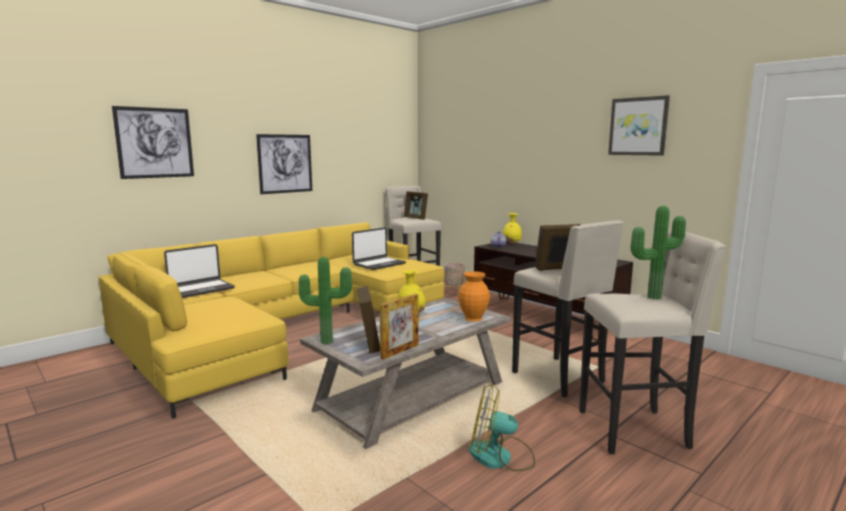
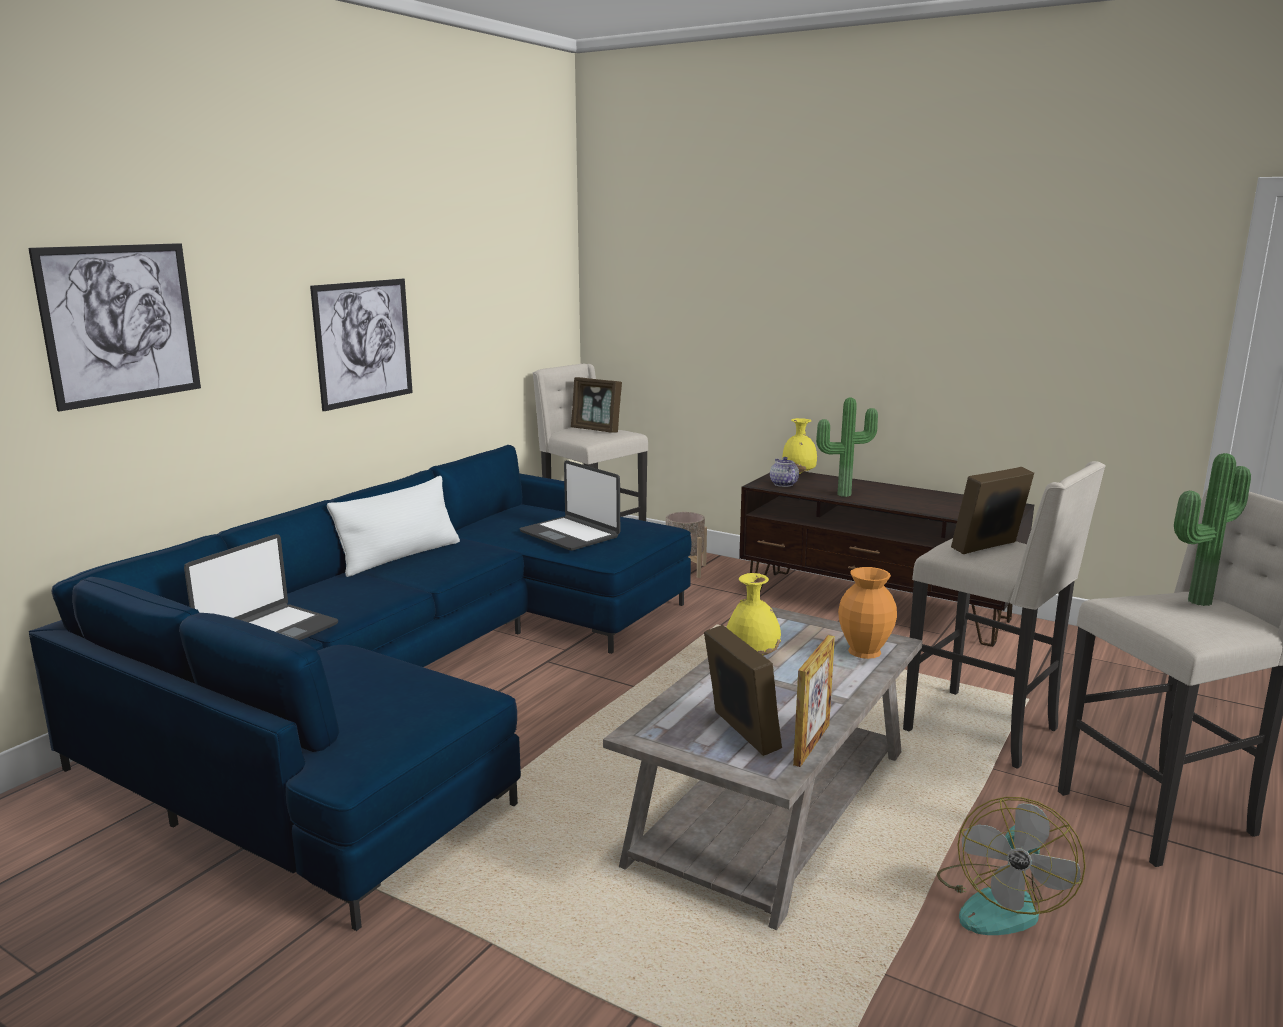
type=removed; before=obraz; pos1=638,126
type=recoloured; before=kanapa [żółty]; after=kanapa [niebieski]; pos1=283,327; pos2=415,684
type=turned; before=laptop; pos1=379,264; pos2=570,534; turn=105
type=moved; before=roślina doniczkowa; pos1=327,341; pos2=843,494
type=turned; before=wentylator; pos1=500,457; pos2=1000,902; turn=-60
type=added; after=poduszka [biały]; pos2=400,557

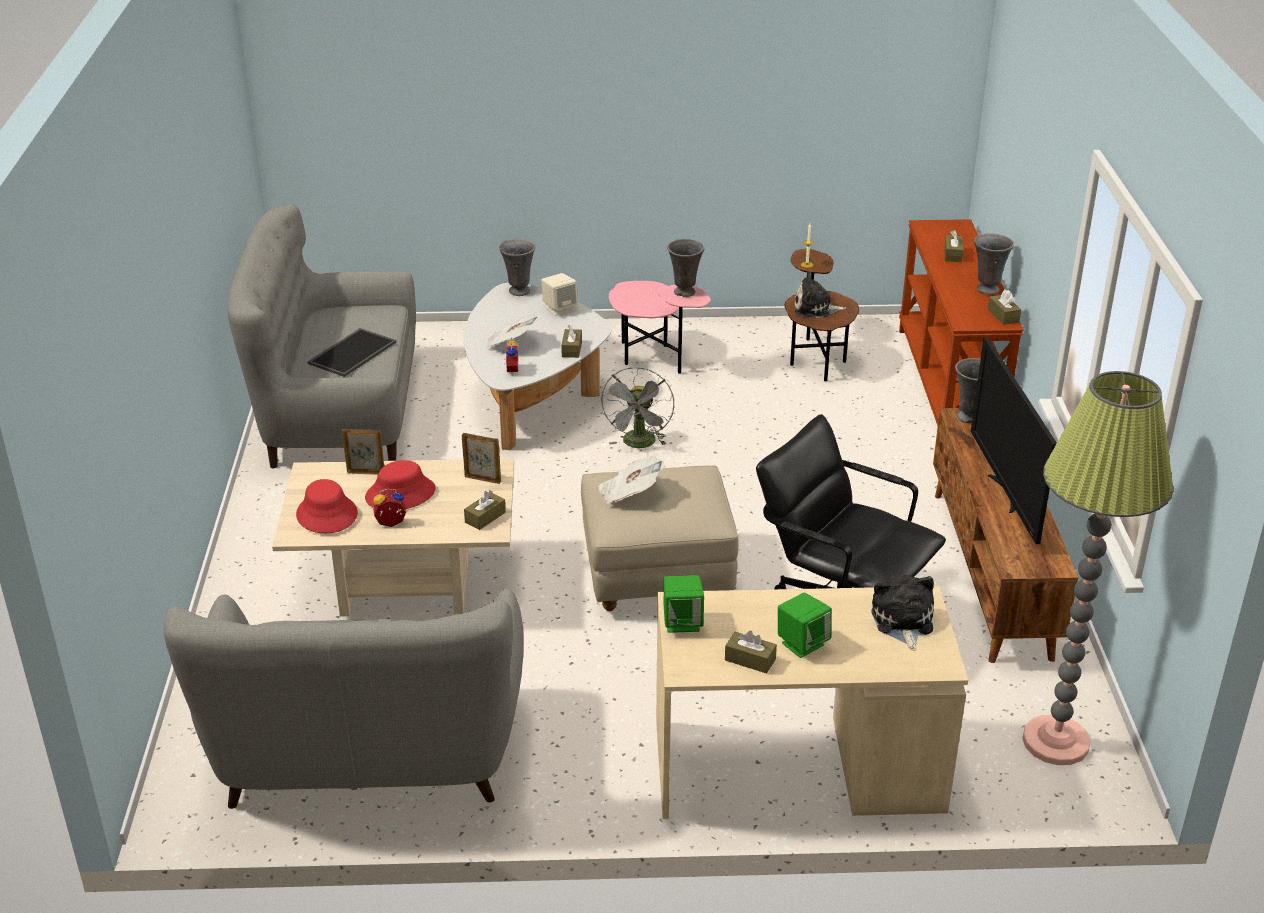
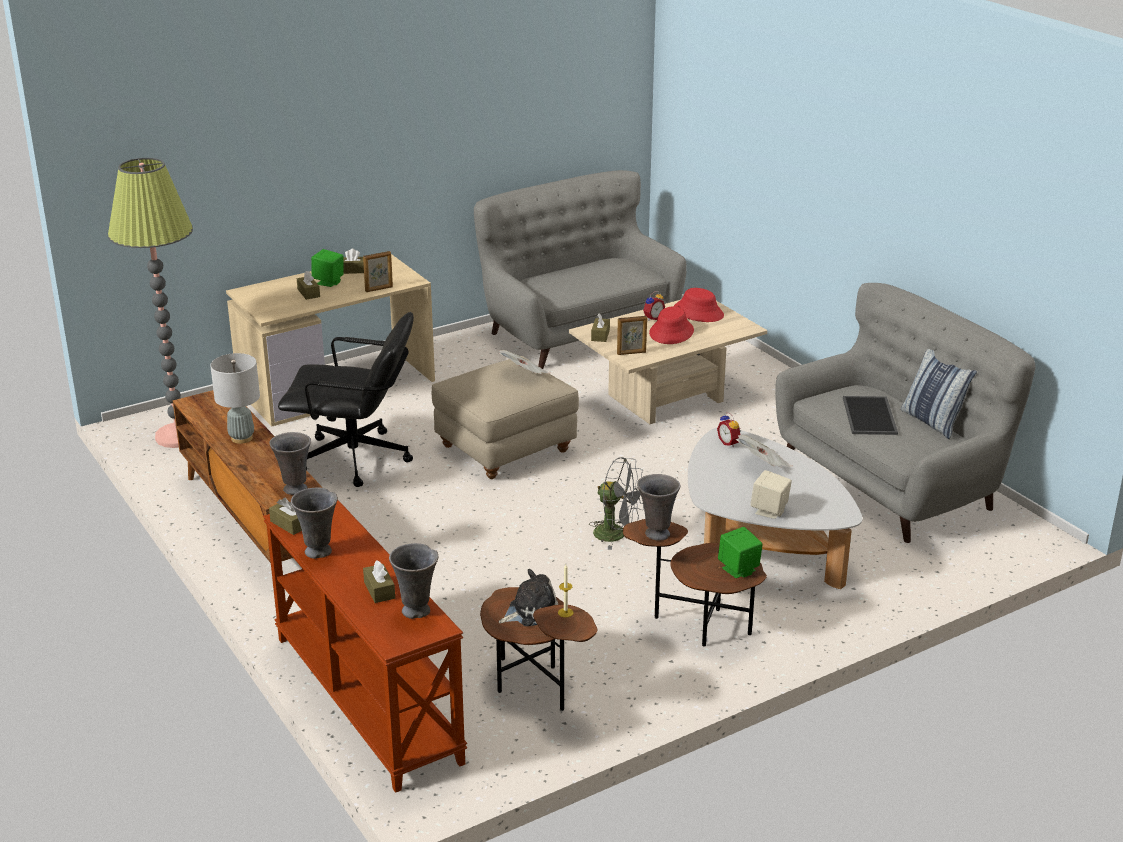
type=moved; before=wazon [szary]; pos1=519,291; pos2=417,611
type=recoloured; before=stolik [różowy]; after=stolik [brązowy]; pos1=654,359; pos2=696,625
type=moved; before=pudełko chusteczek [brązowy]; pos1=572,349; pos2=308,293
type=replaced; before=telewizor; after=lampa stołowa [szary]; pos1=1006,493; pos2=241,438
type=turned; before=wentylator [szary]; pos1=639,444; pos2=617,534; turn=135
type=moved; before=ramka na zdjęcie; pos1=366,472; pos2=379,289
type=moved; before=głośnik [zielony]; pos1=683,622; pos2=739,569
type=removed; before=pluszak; pos1=902,622
type=added; after=poduszka; pos2=932,422

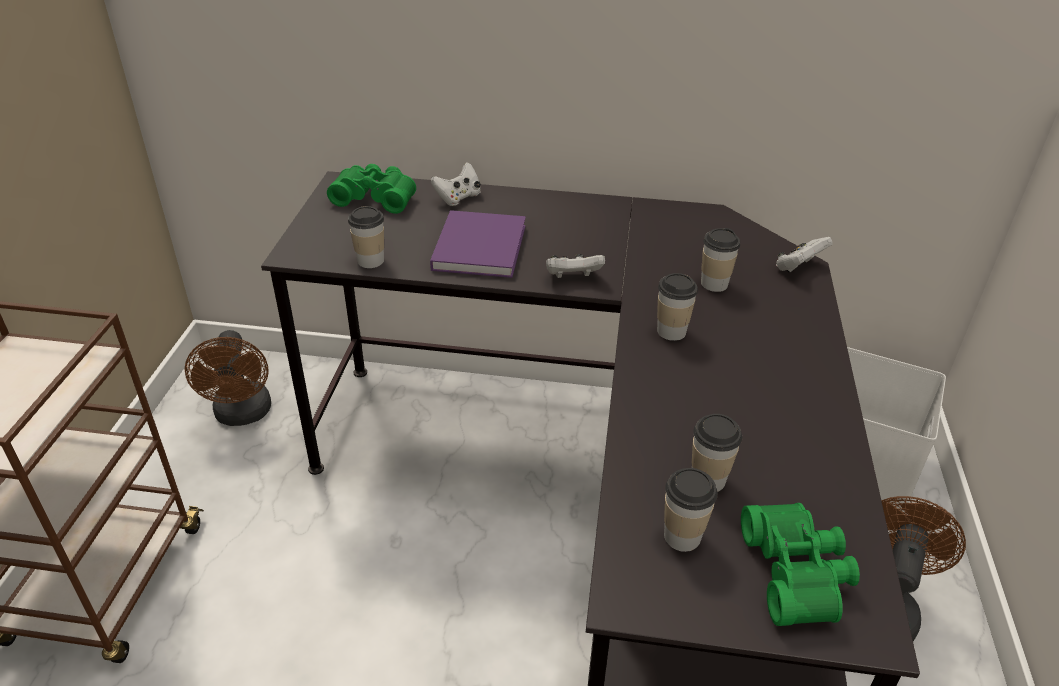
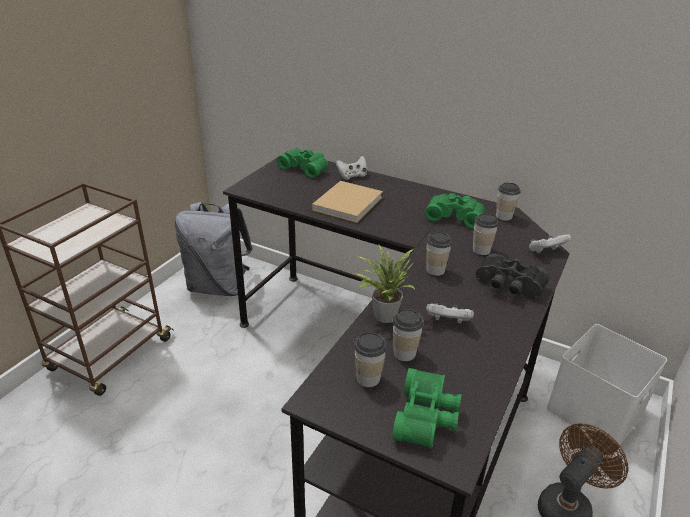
type=moved; before=filiżanka; pos1=370,261; pos2=504,216
type=recoloured; before=książka [fioletowy]; after=książka [beżowy]; pos1=480,245; pos2=349,203
type=moved; before=pad do gier [biały]; pos1=573,278; pos2=447,322
type=replaced; before=wentylator [brązowy]; after=plecak [szary]; pos1=243,415; pos2=219,286
type=added; after=lornetka [zielony]; pos2=455,216
type=added; after=roślina doniczkowa; pos2=382,314
type=added; after=lornetka [czarny]; pos2=508,287

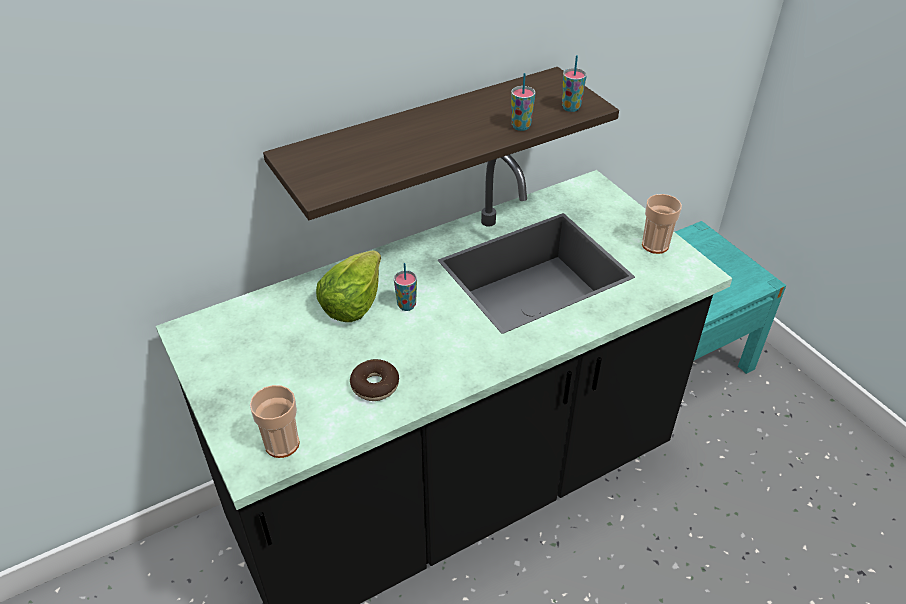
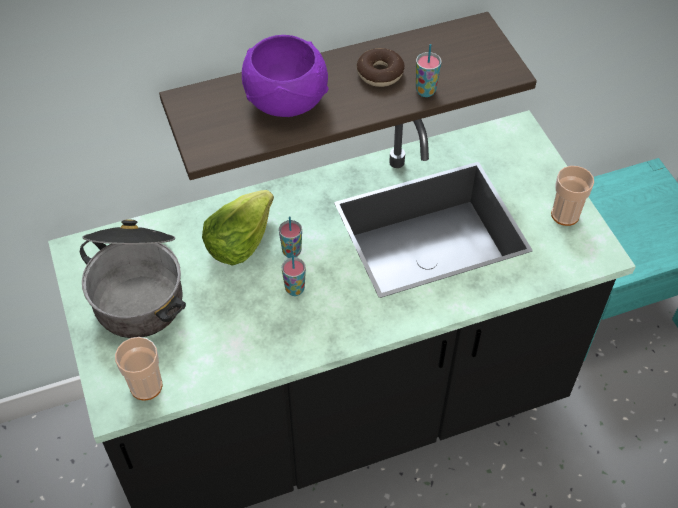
type=moved; before=filiżanka; pos1=571,108; pos2=295,289
type=moved; before=donut; pos1=375,385; pos2=380,73
type=added; after=miska [fioletowy]; pos2=284,101
type=added; after=garnek; pos2=138,287

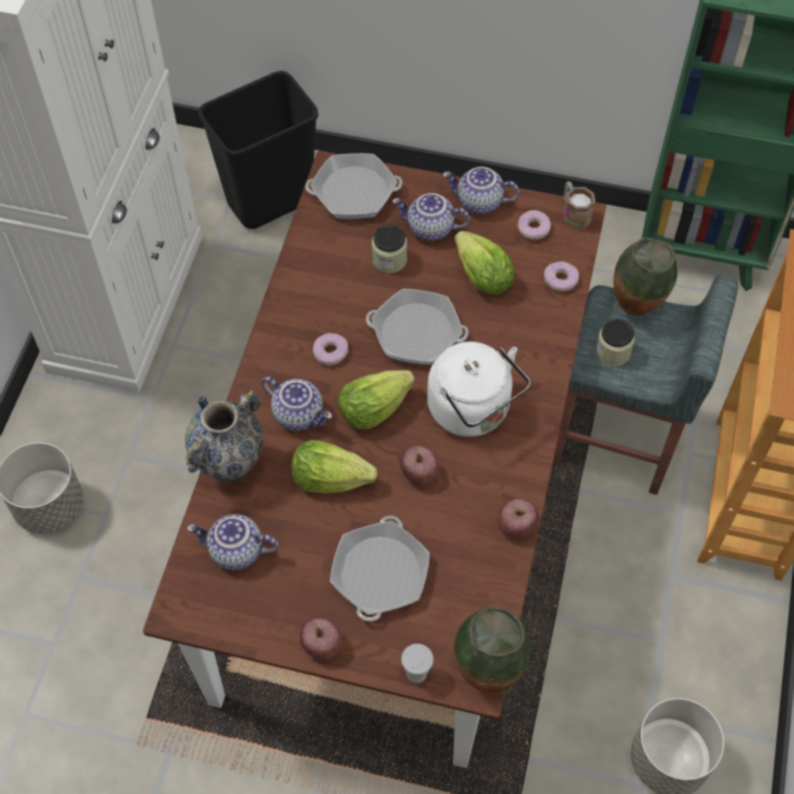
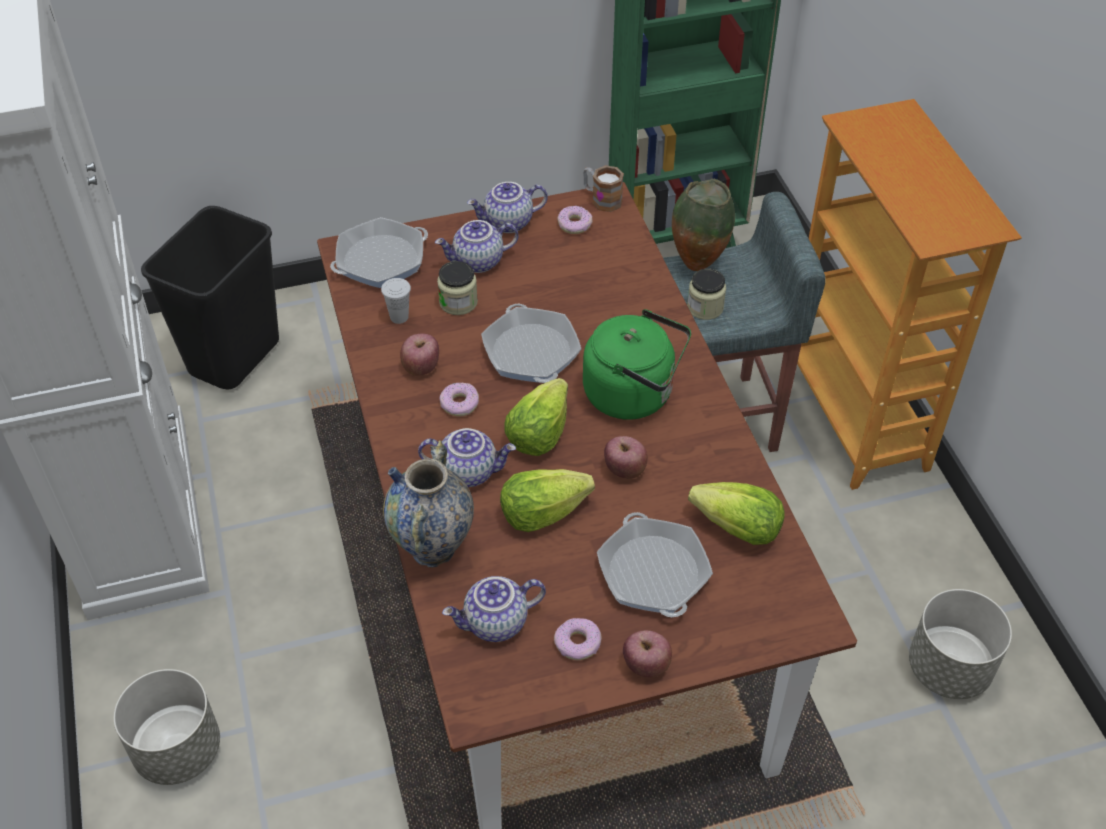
type=moved; before=sałata; pos1=482,277; pos2=738,529
type=moved; before=donut; pos1=560,280; pos2=578,643
type=turned; before=patelnia; pos1=416,332; pos2=531,352; turn=90
type=recoloured; before=czajnik [biały]; after=czajnik [zielony]; pos1=473,411; pos2=634,394
type=moved; before=jabłko; pos1=516,526; pos2=421,367
type=removed; before=wazon; pos1=486,673
type=moved; before=filiżanka [biały]; pos1=416,673; pos2=399,317

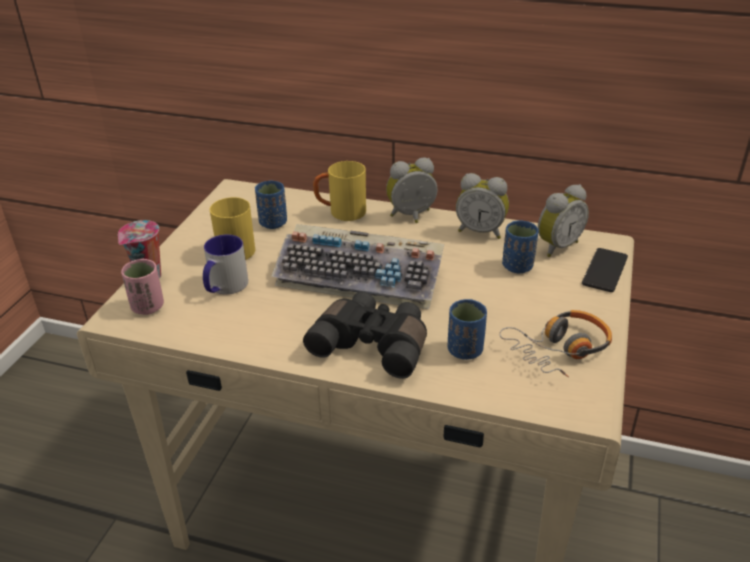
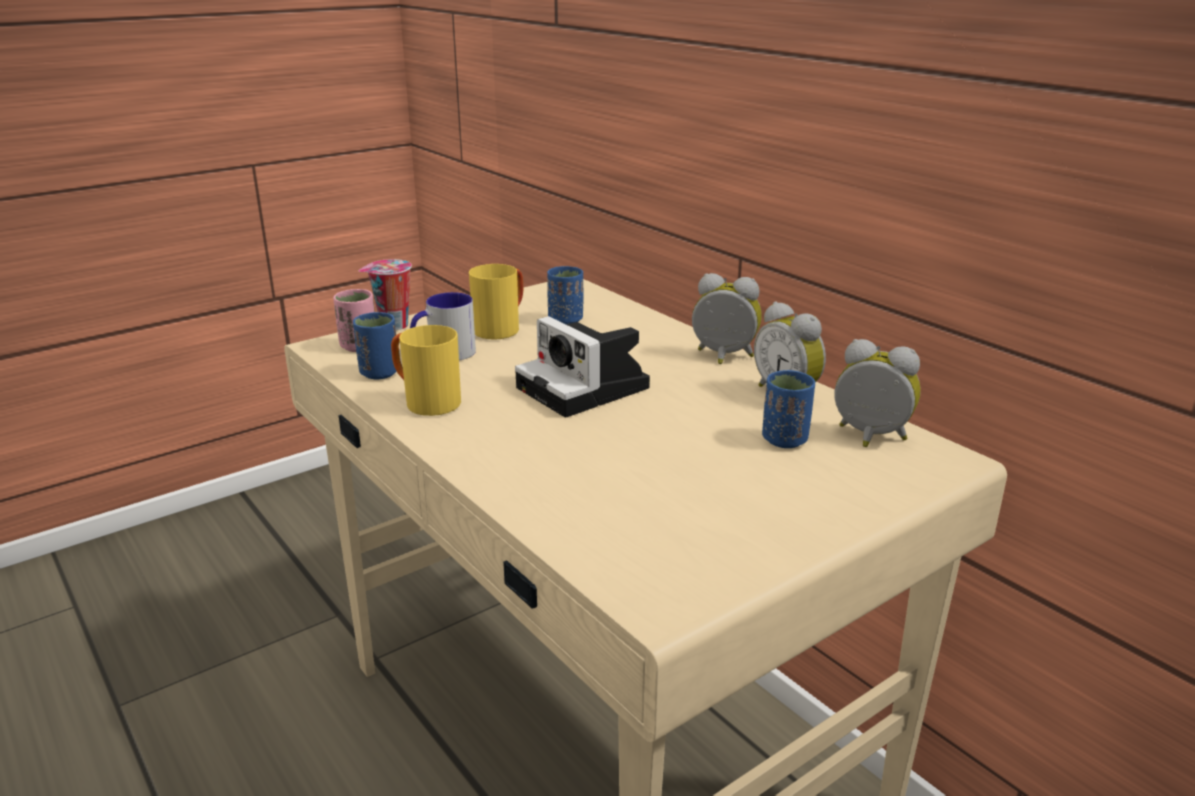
type=moved; before=kubek [żółty]; pos1=341,213; pos2=425,402
type=turned; before=budzik; pos1=556,246; pos2=869,438; turn=-150
type=replaced; before=klawiatura; after=aparat fotograficzny; pos1=362,277; pos2=587,389
type=removed; before=telefon; pos1=604,271
type=removed; before=lornetka [czarny]; pos1=373,344
type=moved; before=filiżanka [niebieski]; pos1=465,350; pos2=379,373
type=removed; before=słuchawki; pos1=559,350

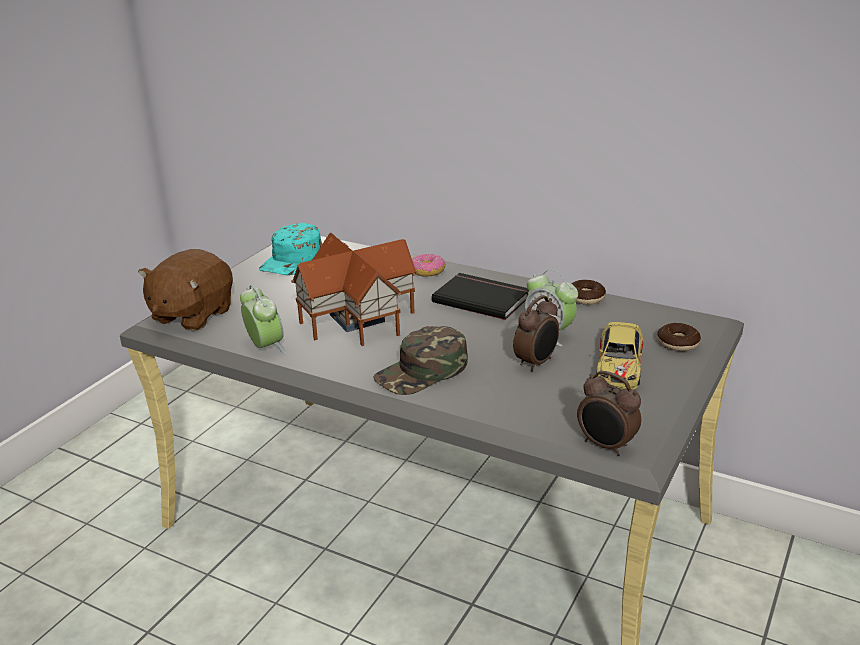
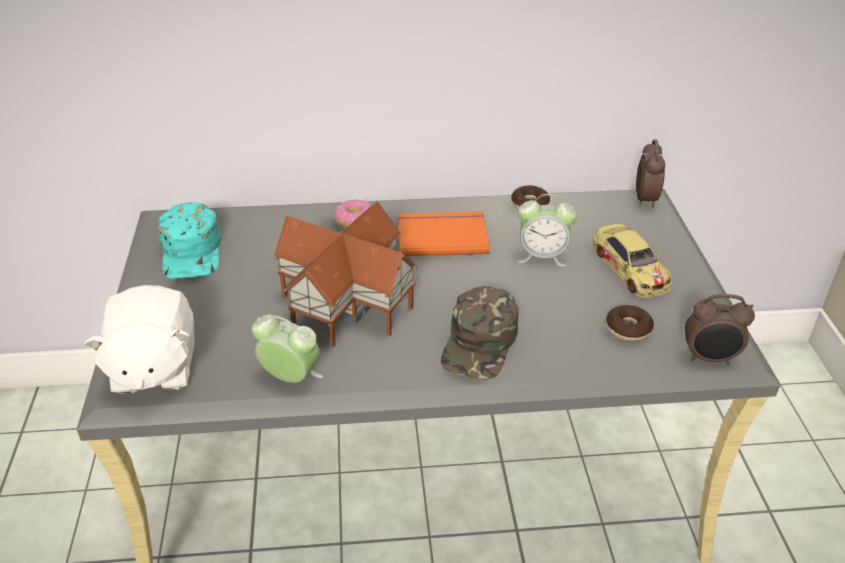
type=recoloured; before=pluszak [brązowy]; after=pluszak [biały]; pos1=191,315; pos2=153,368
type=recoloured; before=książka [czarny]; after=książka [pomarańczowy]; pos1=482,298; pos2=441,235
type=moved; before=budzik; pos1=536,363; pos2=646,199
type=moved; before=donut; pos1=677,343; pos2=628,329

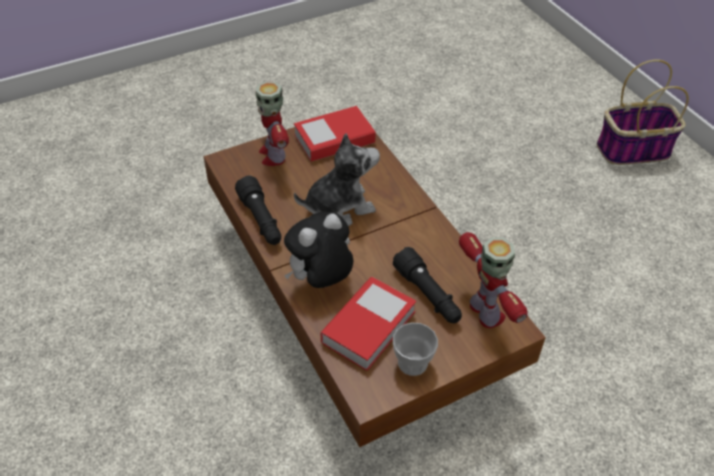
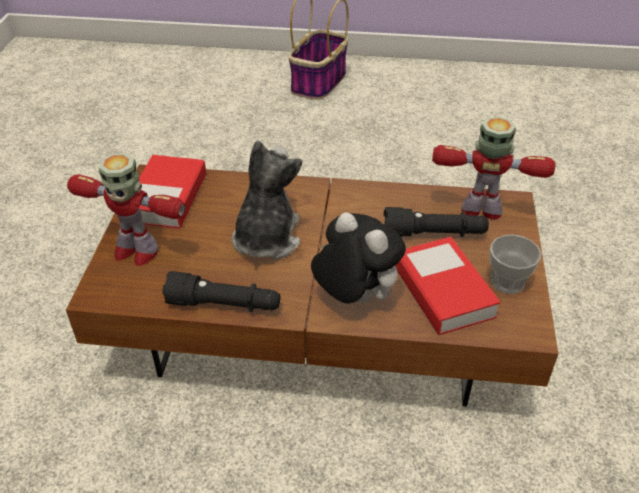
type=turned; before=pluszak; pos1=320,280; pos2=354,297; turn=135

